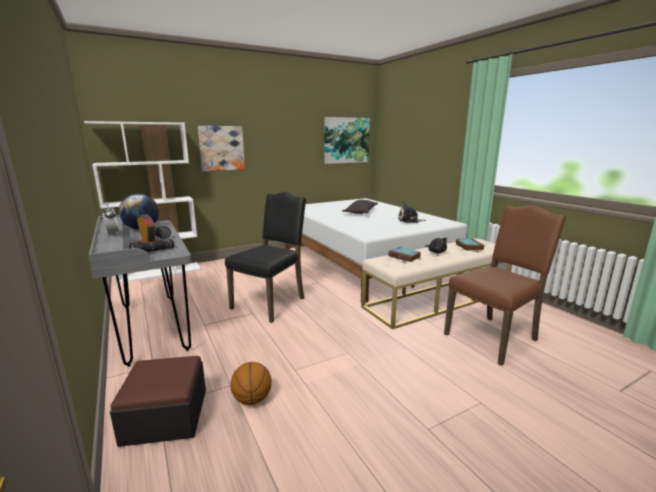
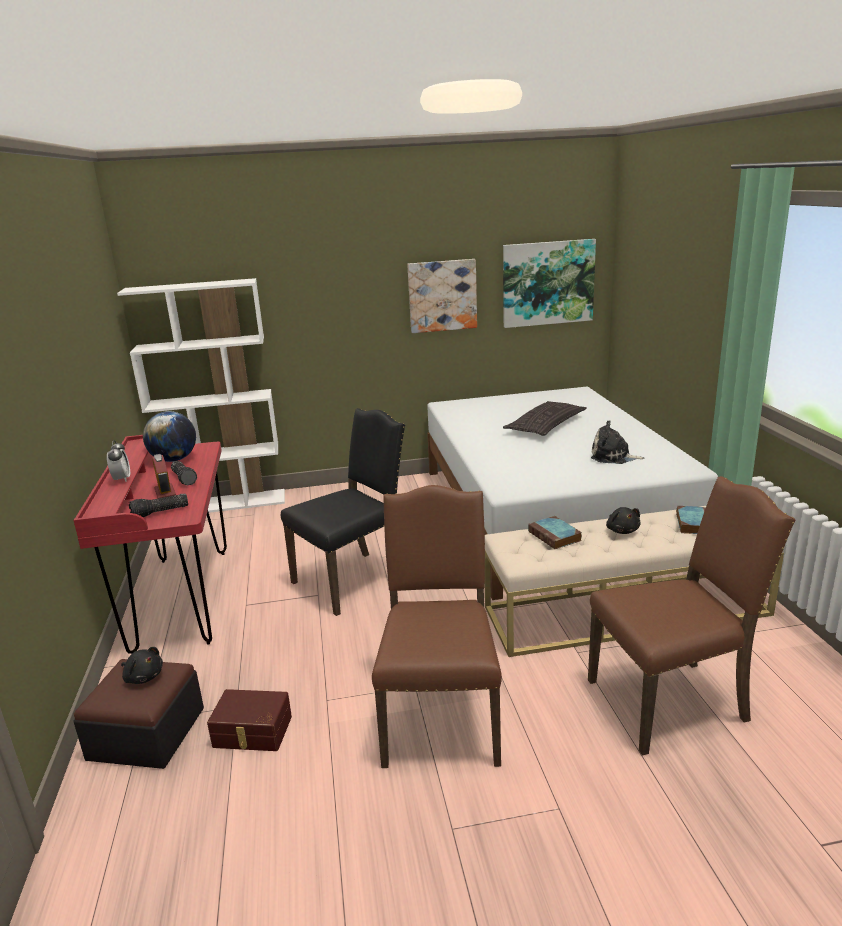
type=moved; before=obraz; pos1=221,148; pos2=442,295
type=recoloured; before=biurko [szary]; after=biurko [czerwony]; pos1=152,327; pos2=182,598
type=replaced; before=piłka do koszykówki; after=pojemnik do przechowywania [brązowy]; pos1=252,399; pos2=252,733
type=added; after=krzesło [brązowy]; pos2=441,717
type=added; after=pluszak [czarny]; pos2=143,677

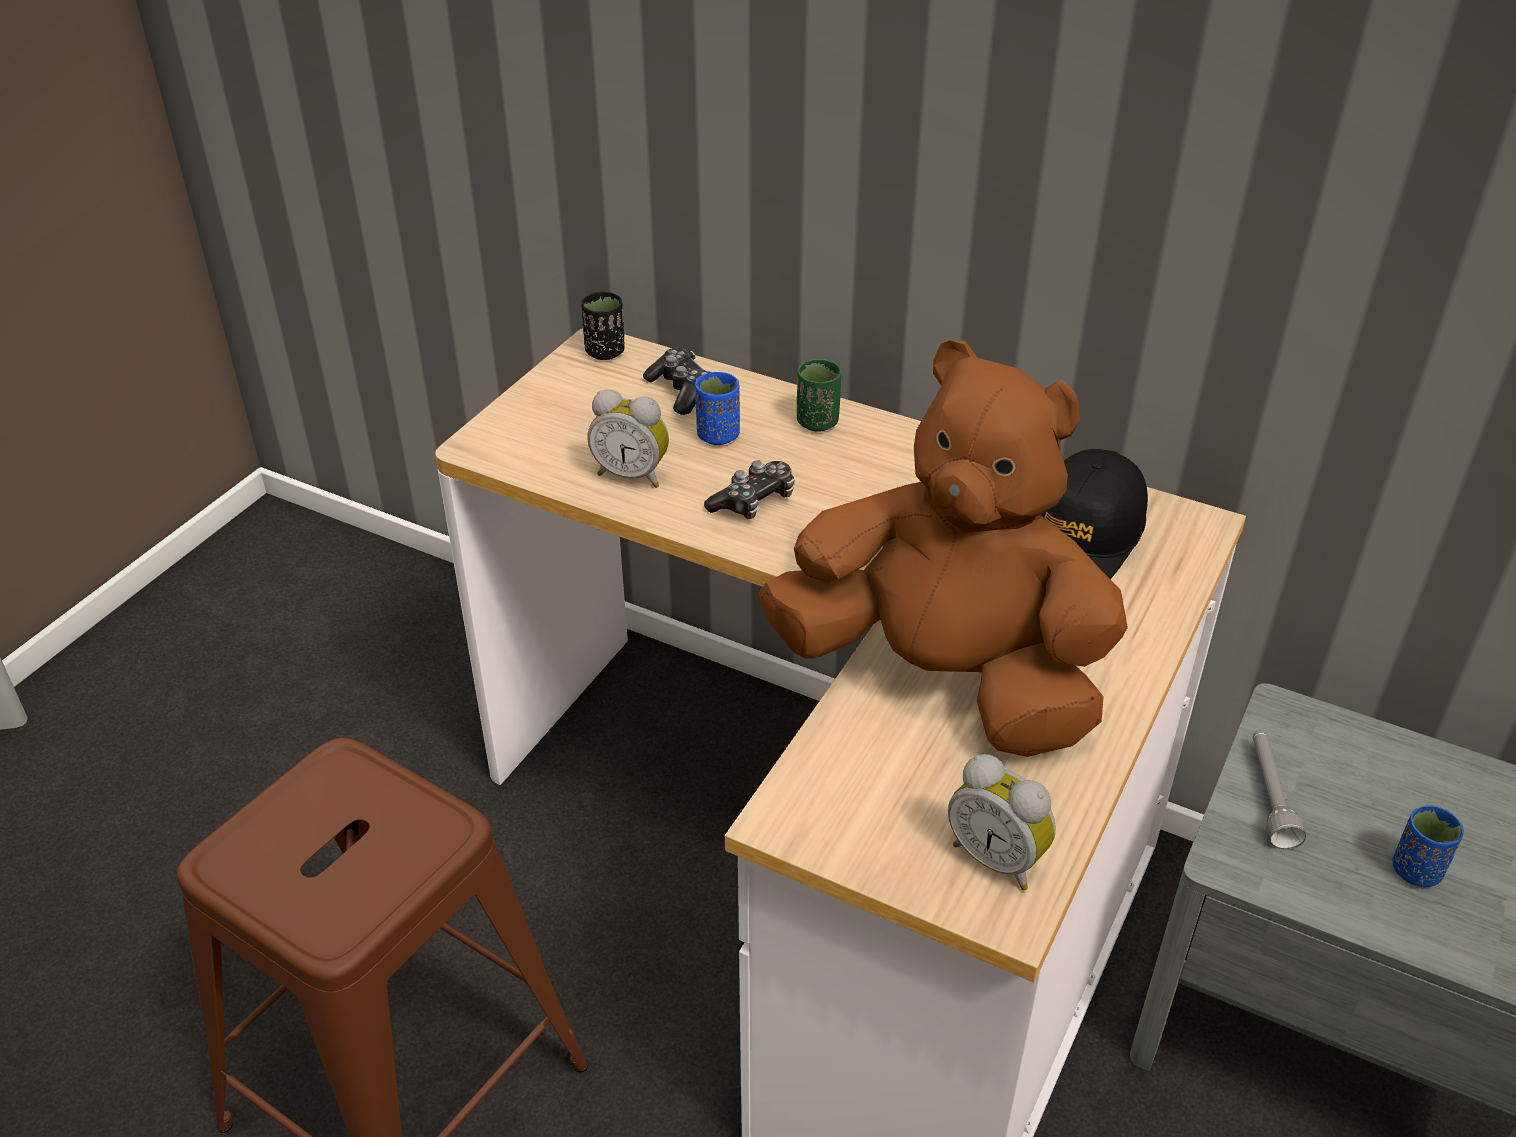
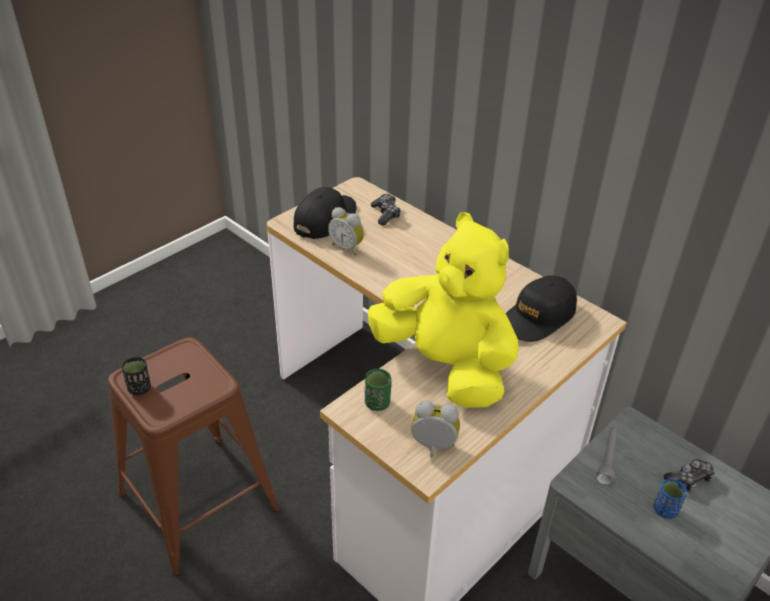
type=moved; before=filiżanka [czarny]; pos1=605,352; pos2=139,388
type=recoloured; before=pluszak [brązowy]; after=pluszak [żółty]; pos1=944,678; pos2=445,366
type=moved; before=filiżanka [zielony]; pos1=817,422; pos2=377,403
type=removed; before=filiżanka [niebieski]; pos1=718,435
type=moved; before=pad do gier; pos1=753,502; pos2=689,479
type=turned; before=budzik; pos1=998,858; pos2=433,447; turn=135
type=added; after=czapka z daszkiem [czarny]; pos2=325,219

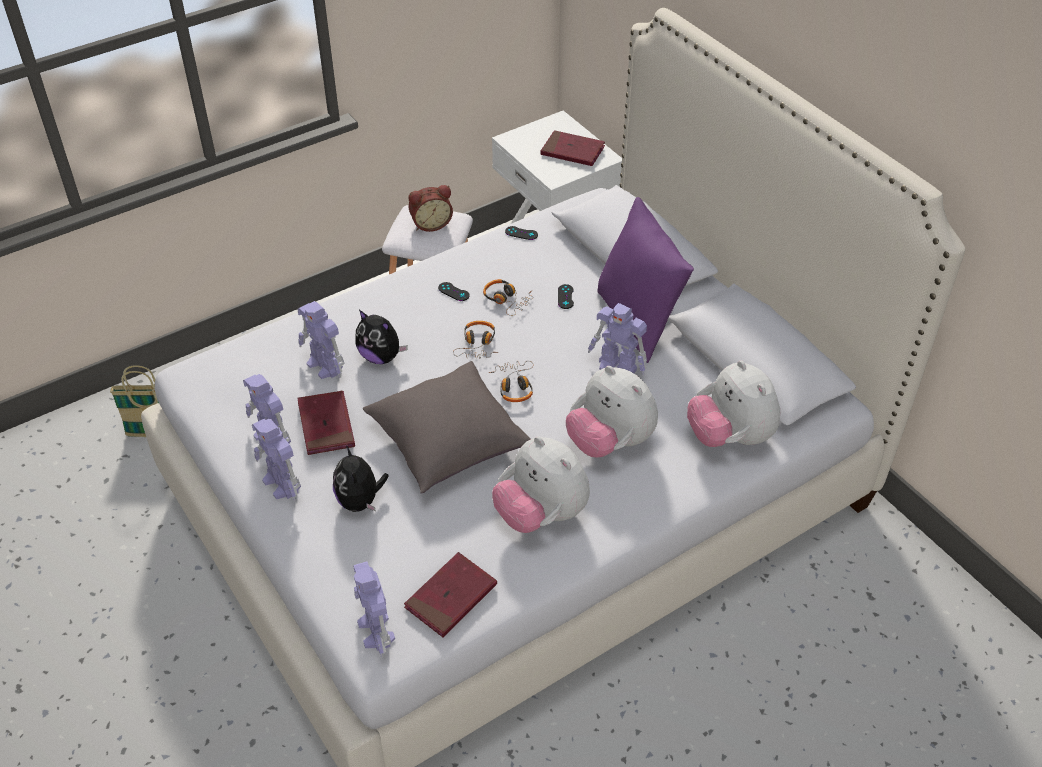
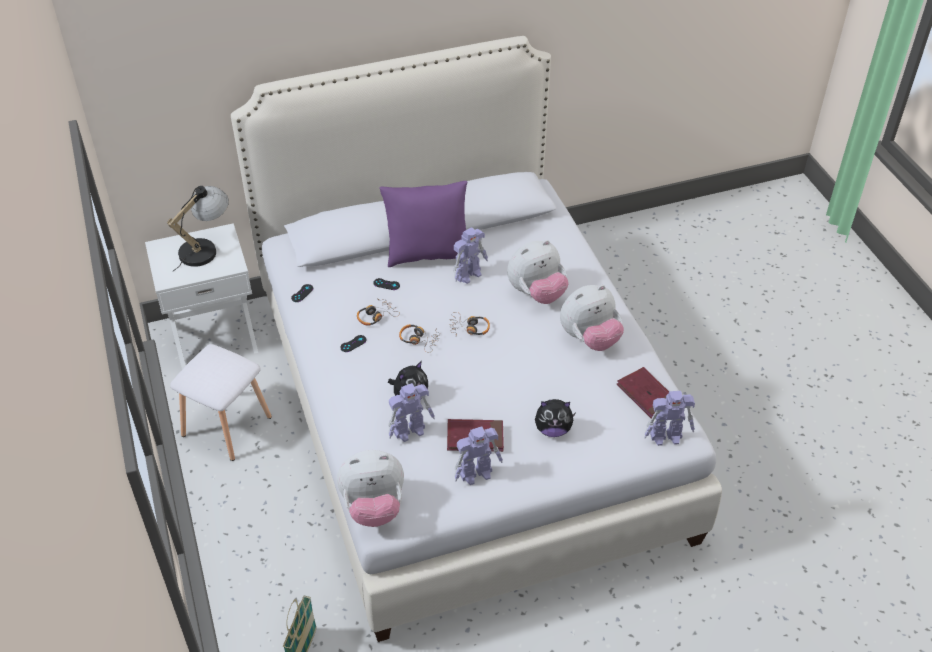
type=replaced; before=książka [czerwony]; after=lampa stołowa; pos1=572,151; pos2=205,248
type=removed; before=budzik; pos1=431,224
type=moved; before=pluszak; pos1=730,437; pos2=373,507
type=removed; before=poduszka [szary]; pos1=448,443
type=removed; before=robot zabawkowy; pos1=282,484

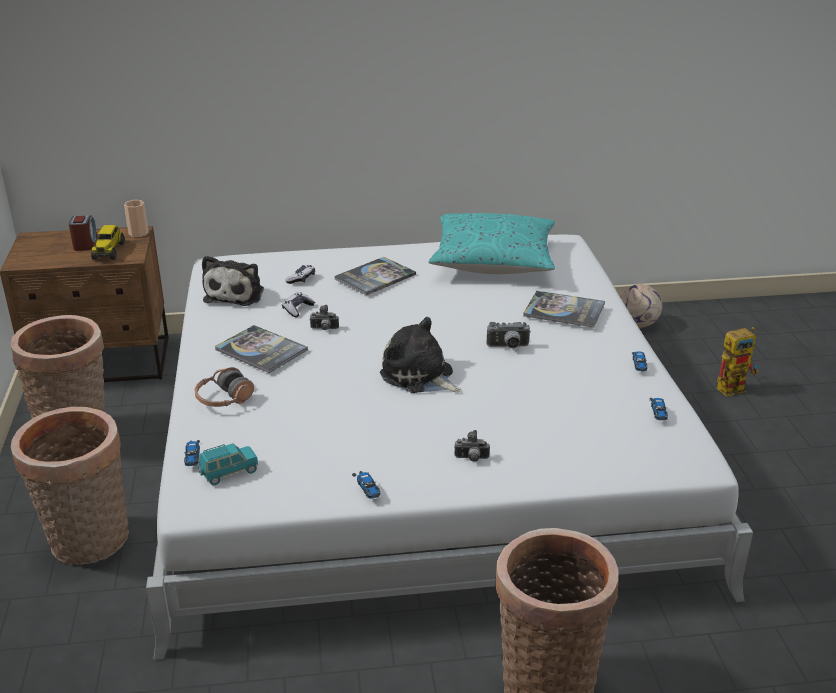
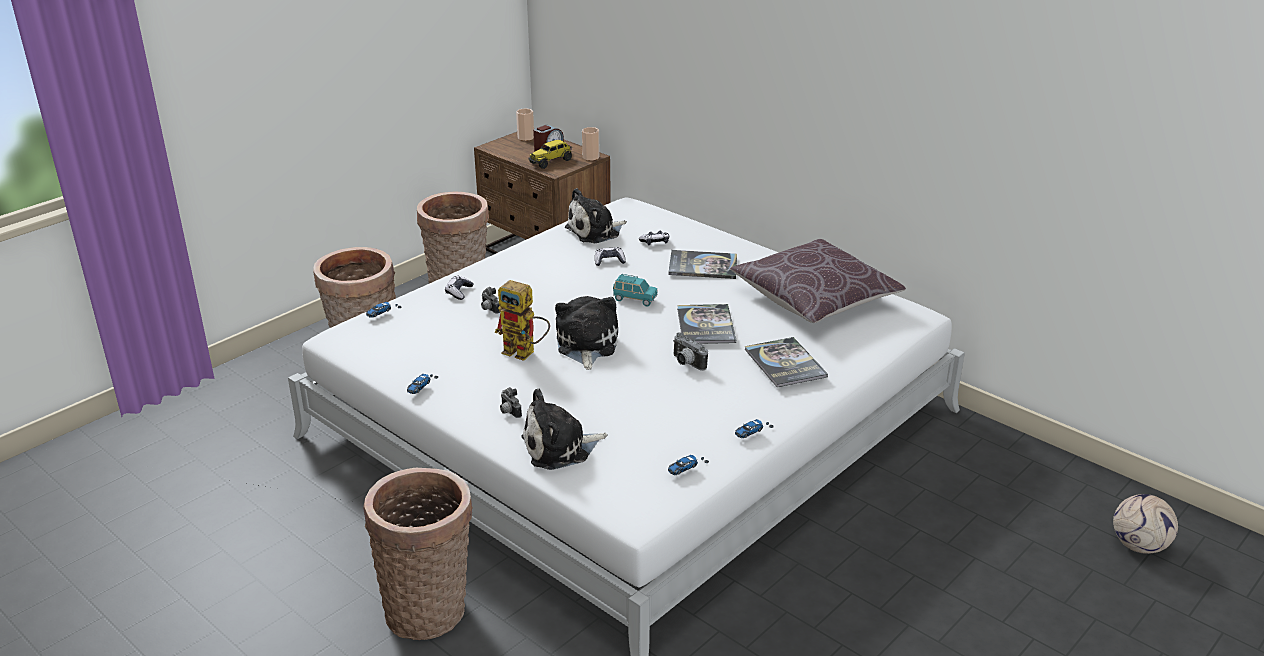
type=recoloured; before=poduszka [turkusowy]; after=poduszka [brązowy]; pos1=493,260; pos2=814,298
type=moved; before=piłka futbolowa; pos1=637,324; pos2=1139,546
type=moved; before=aparat fotograficzny; pos1=324,329; pos2=488,309
type=moved; before=książka; pos1=261,350; pos2=705,325
type=moved; before=robot zabawkowy; pos1=734,387; pos2=525,353
type=replaced; before=słuchawki; after=pad do gier; pos1=224,399; pos2=459,292
type=moved; before=samochodzik [turkusowy]; pos1=228,473; pos2=634,299
type=added; after=filiżanka; pos2=525,137
type=added; after=pluszak; pos2=560,448

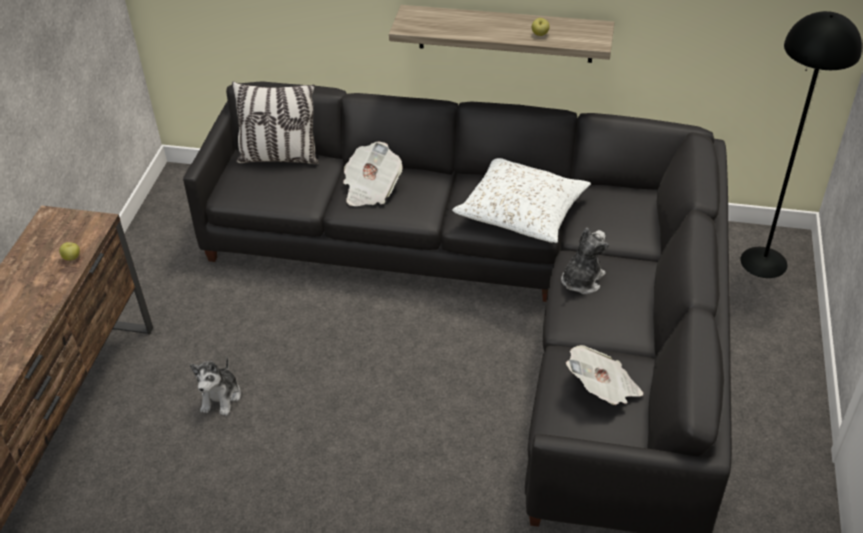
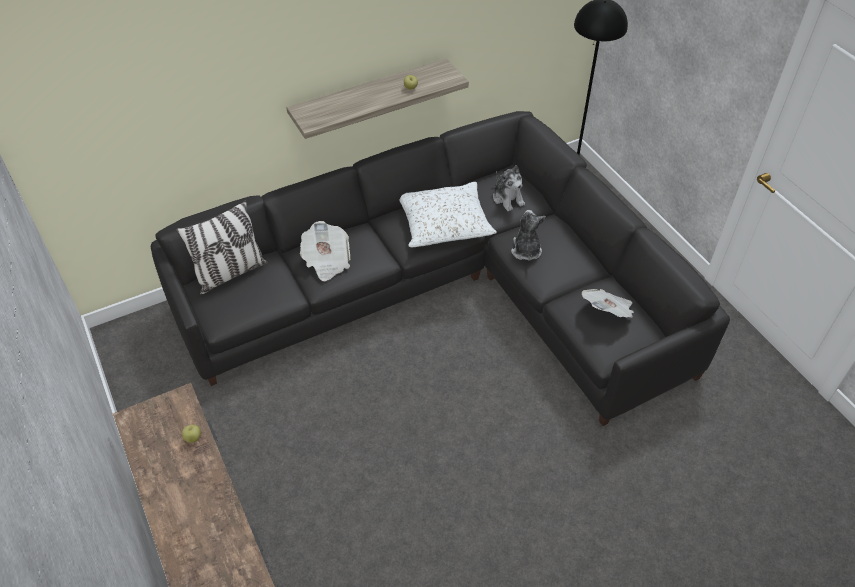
type=moved; before=pluszak; pos1=221,397; pos2=507,198

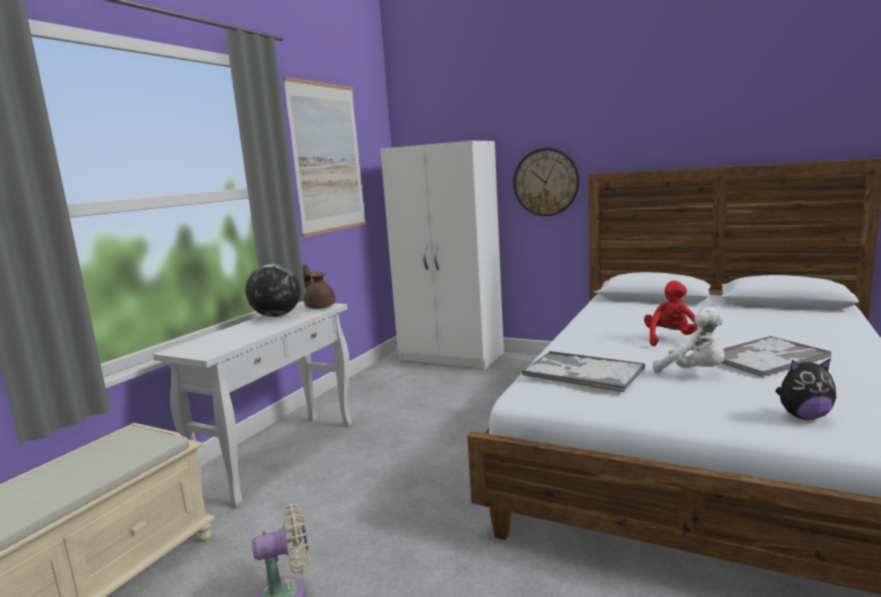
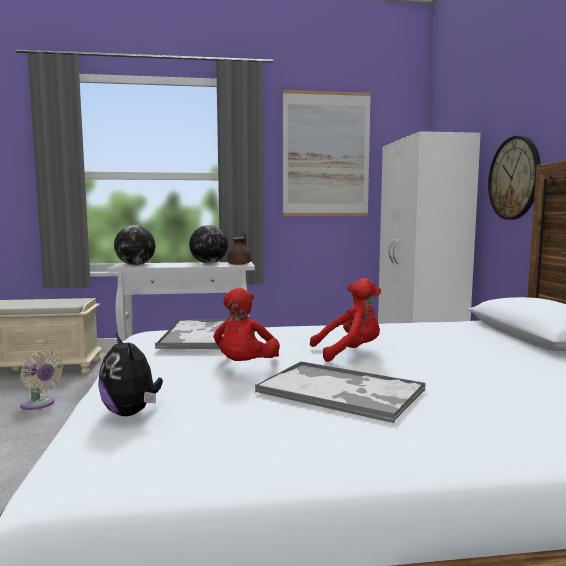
type=recoloured; before=pluszak [biały]; after=pluszak [czerwony]; pos1=694,372; pos2=245,367
type=added; after=globus; pos2=135,265

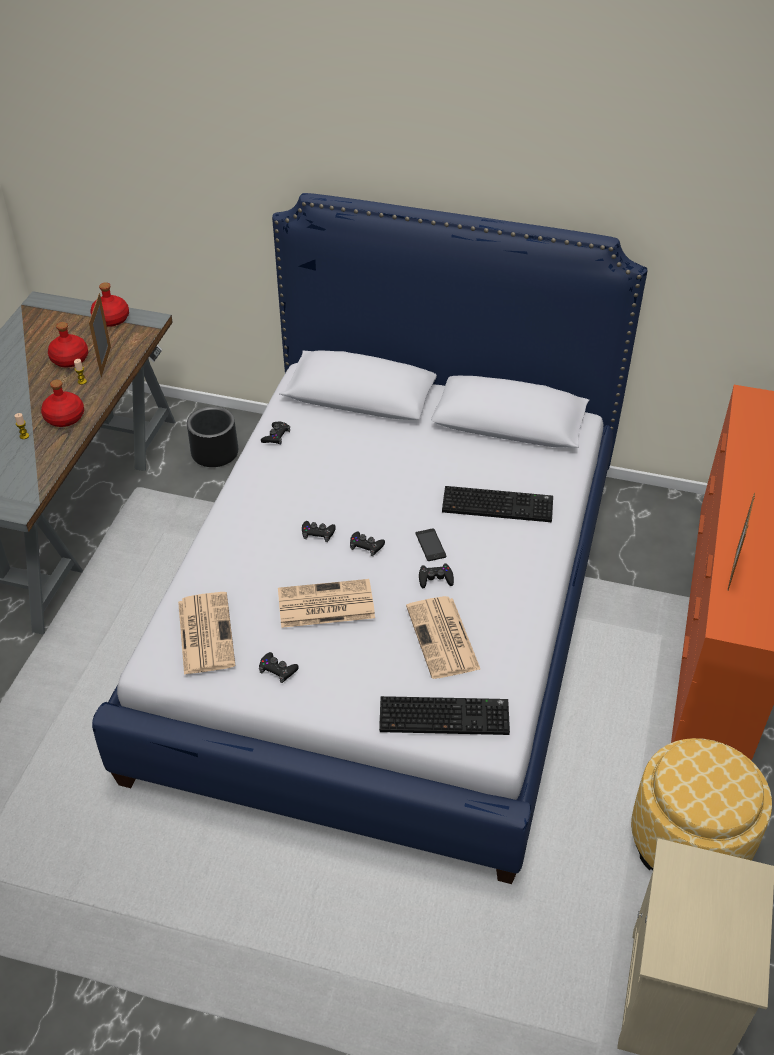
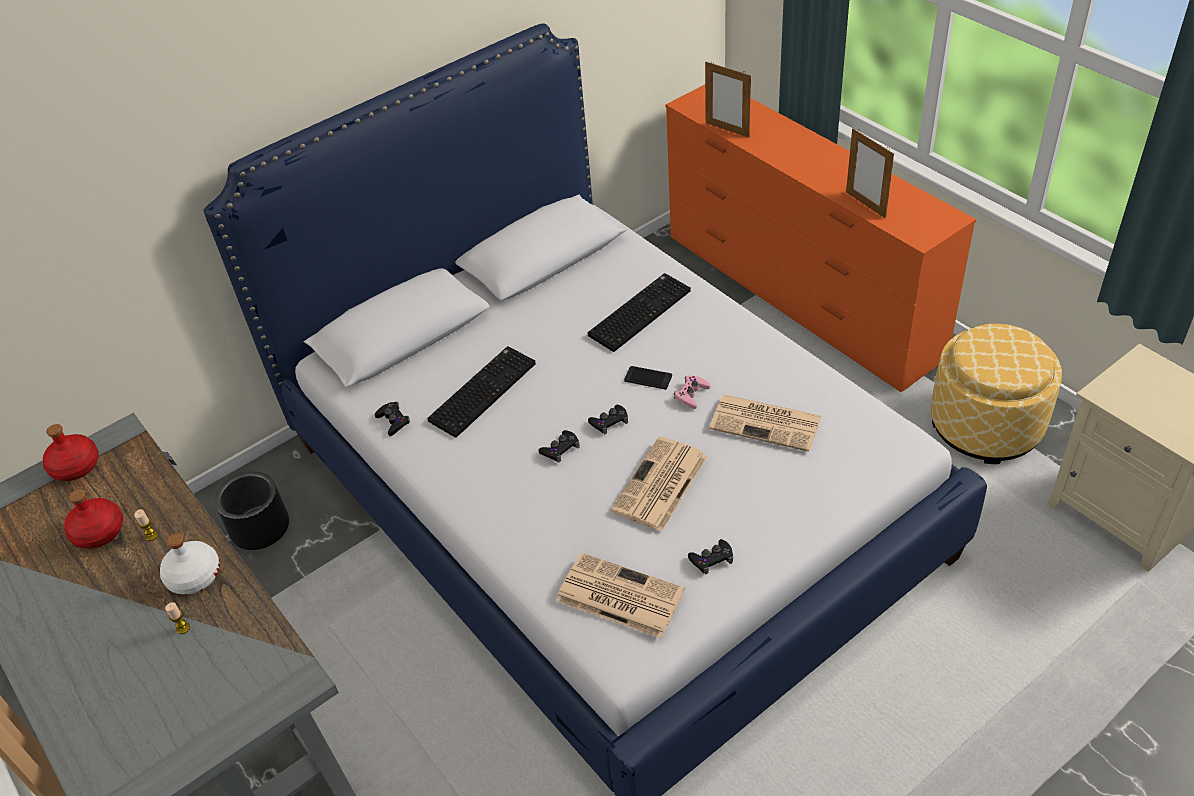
type=moved; before=ramka na zdjęcie; pos1=106,362; pos2=727,130
type=recoloured; before=butelka [czerwony]; after=butelka [biały]; pos1=64,417; pos2=194,576
type=recoloured; before=pad do gier [czarny]; after=pad do gier [różowy]; pos1=435,578; pos2=691,394
type=moved; before=klawiatura; pos1=445,715; pos2=482,391

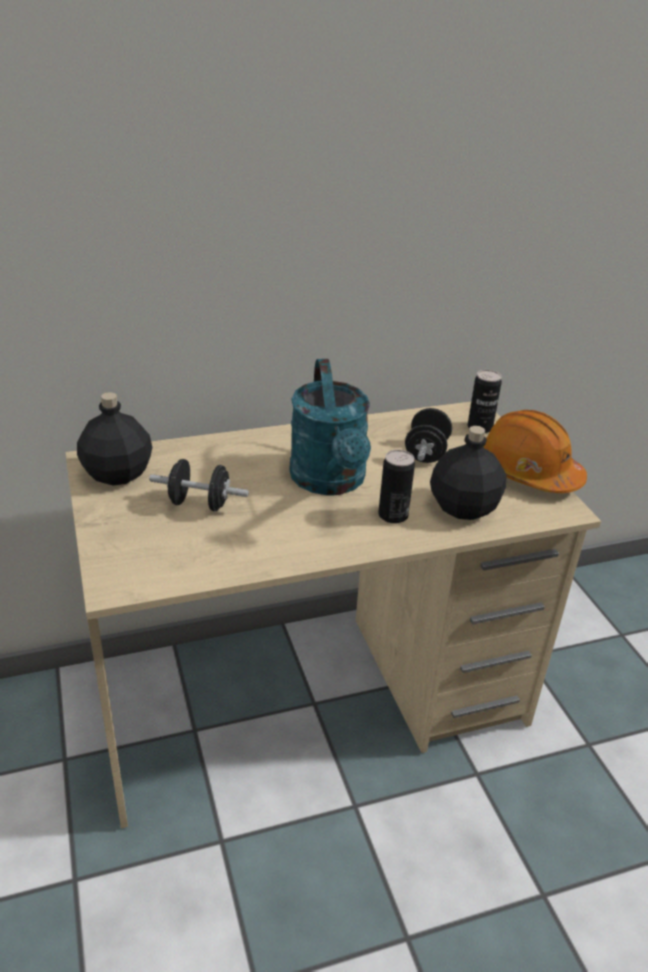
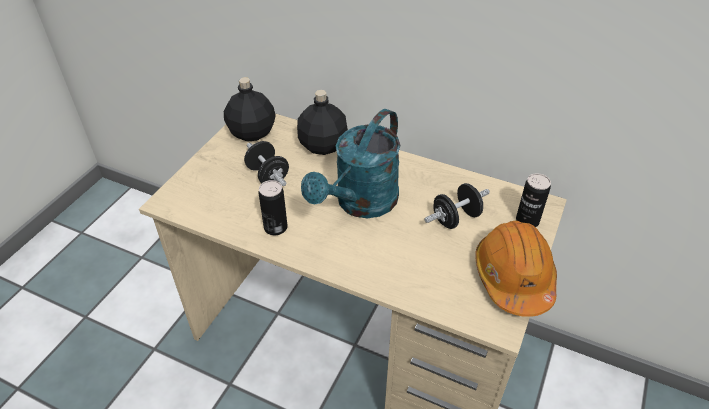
type=moved; before=butelka [czarny]; pos1=463,507; pos2=323,145
type=moved; before=puszka; pos1=393,515; pos2=275,227

